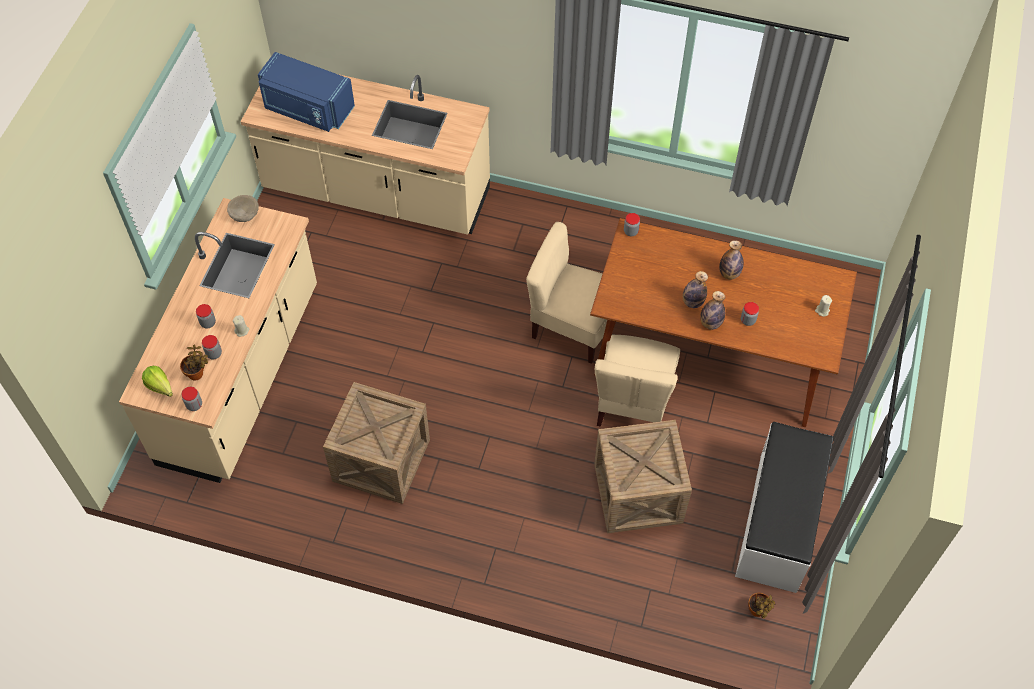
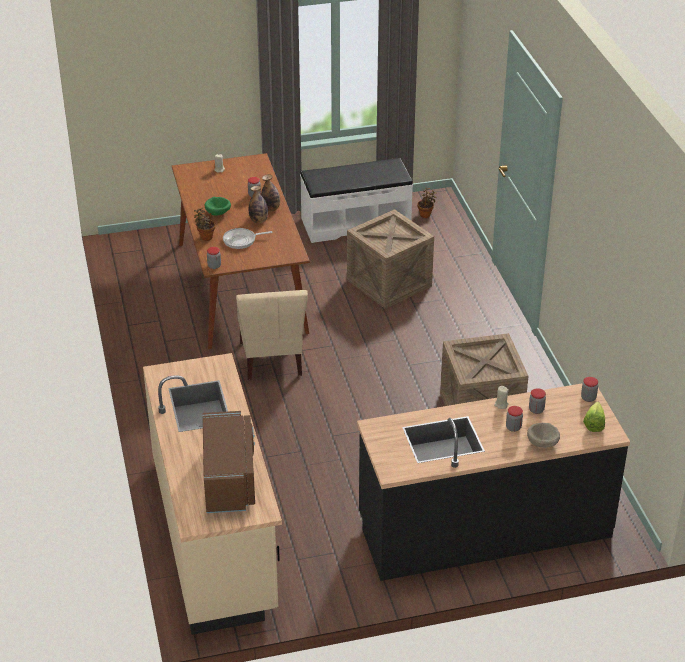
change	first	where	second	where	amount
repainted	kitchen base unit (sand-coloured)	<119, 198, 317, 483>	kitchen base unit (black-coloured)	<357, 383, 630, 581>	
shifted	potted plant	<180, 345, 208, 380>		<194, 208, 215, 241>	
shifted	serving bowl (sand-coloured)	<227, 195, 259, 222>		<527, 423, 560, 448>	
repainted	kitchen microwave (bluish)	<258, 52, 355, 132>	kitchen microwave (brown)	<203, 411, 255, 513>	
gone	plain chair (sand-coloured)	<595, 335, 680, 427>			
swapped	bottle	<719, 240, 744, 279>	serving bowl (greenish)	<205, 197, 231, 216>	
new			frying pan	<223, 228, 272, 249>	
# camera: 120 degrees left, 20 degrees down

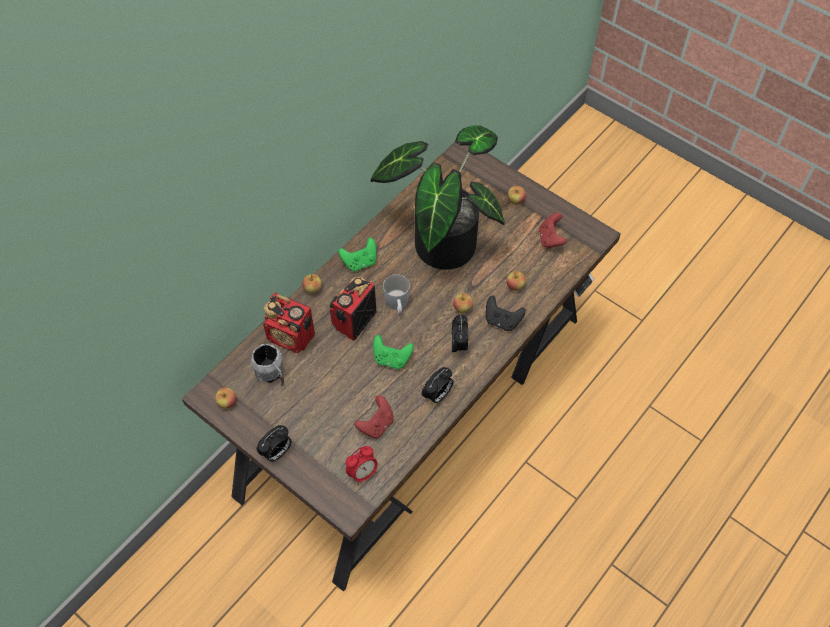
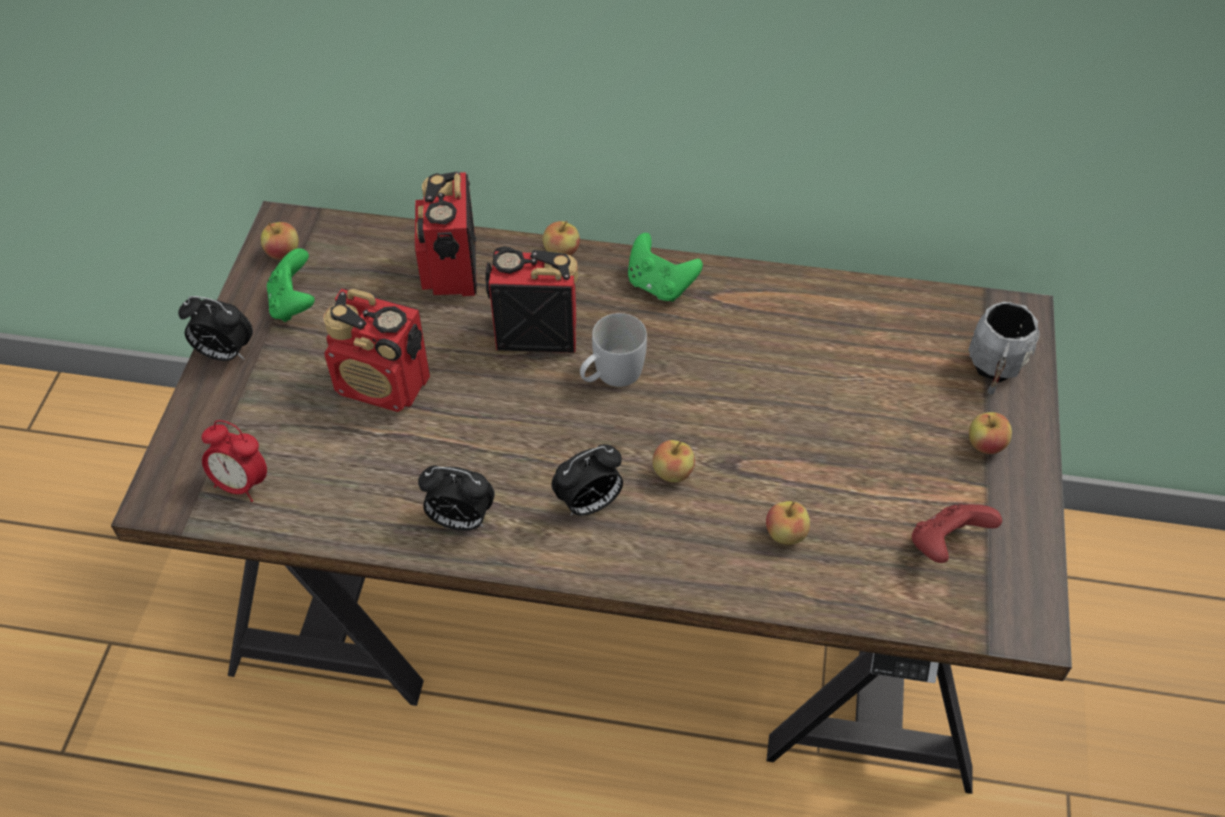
change	first	where	second	where	amount
shifted	coffee mug (greyish)	<251, 344, 284, 386>		<968, 301, 1040, 395>	
gone	gamepad (reddish)	<354, 395, 394, 438>			
gone	potted plant	<371, 125, 505, 270>			
shifted	gamepad (greenish)	<373, 335, 414, 369>		<267, 248, 315, 322>	
gone	gamepad (black-coloured)	<486, 296, 526, 331>			
new			radio	<324, 289, 430, 412>	
# camera: 60 degrees right, 5 degrees down

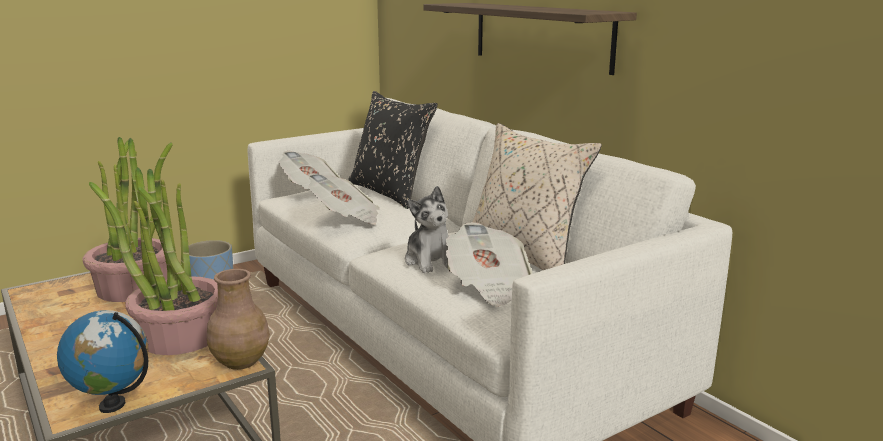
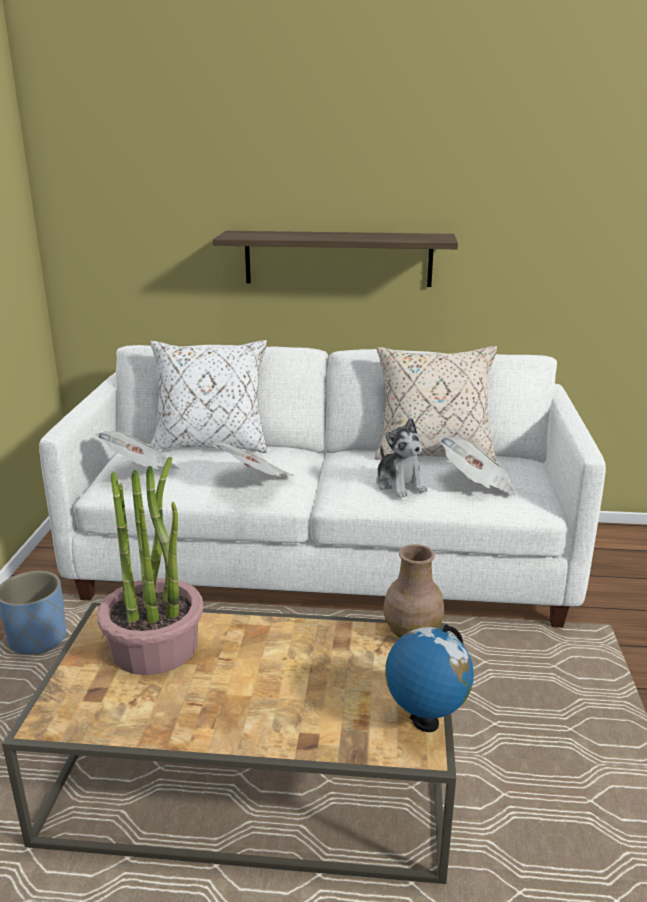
change	first	where	second	where	amount
gone	potted plant	<89, 167, 218, 355>			
repainted	cushion (black-coloured)	<348, 91, 438, 209>	cushion (whitish)	<150, 340, 267, 453>	
rotated	cuddly toy	<405, 186, 448, 273>		<376, 418, 428, 498>	45 degrees clockwise
# camera: 50 degrees left, 5 degrees up

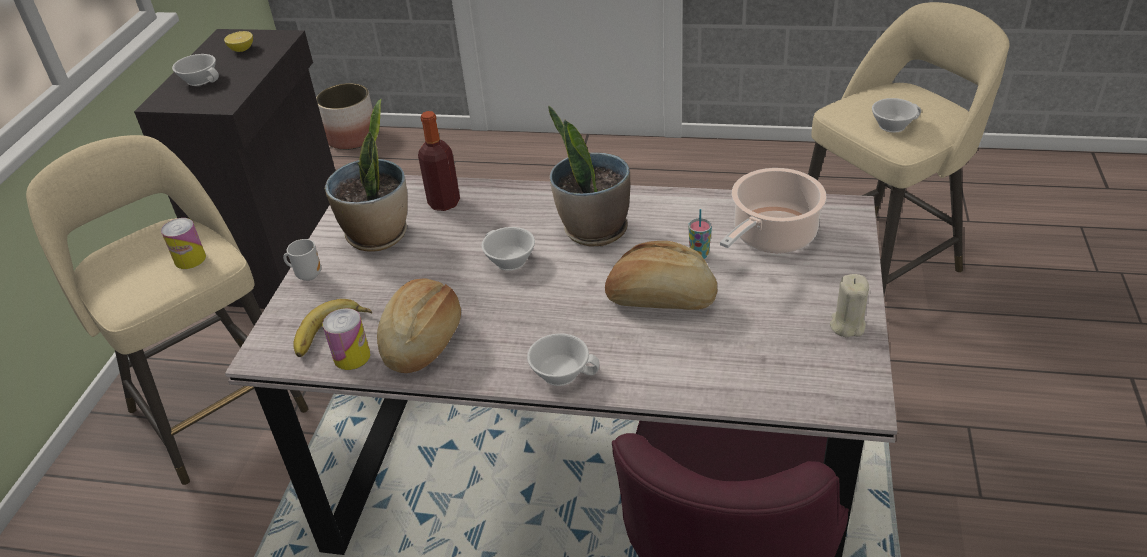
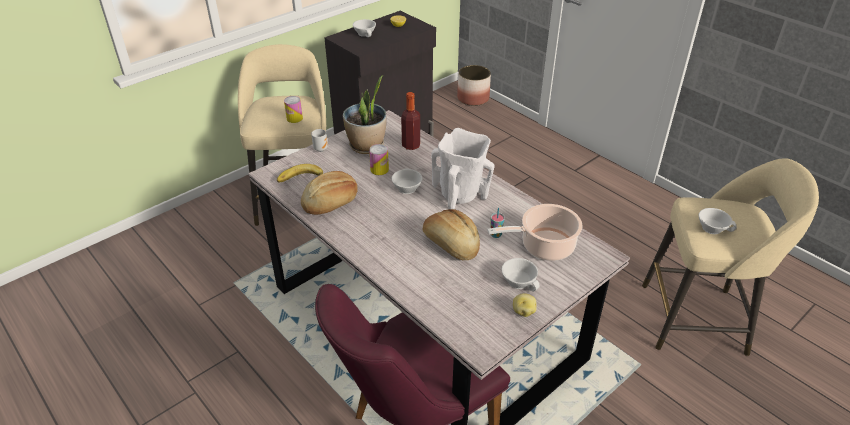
change	first	where	second	where	amount
shifted	metal can	<323, 308, 370, 370>		<369, 144, 389, 175>	
shifted	drinking cup (whitish)	<527, 333, 599, 386>		<502, 258, 540, 292>	
swapped	potted plant	<548, 106, 630, 247>	flower vase (whitish)	<431, 128, 495, 209>	
swapped	wax candle (sand-coloured)	<830, 274, 869, 337>	spud	<513, 293, 537, 317>	
# camera: 35 degrees right, 0 degrees up

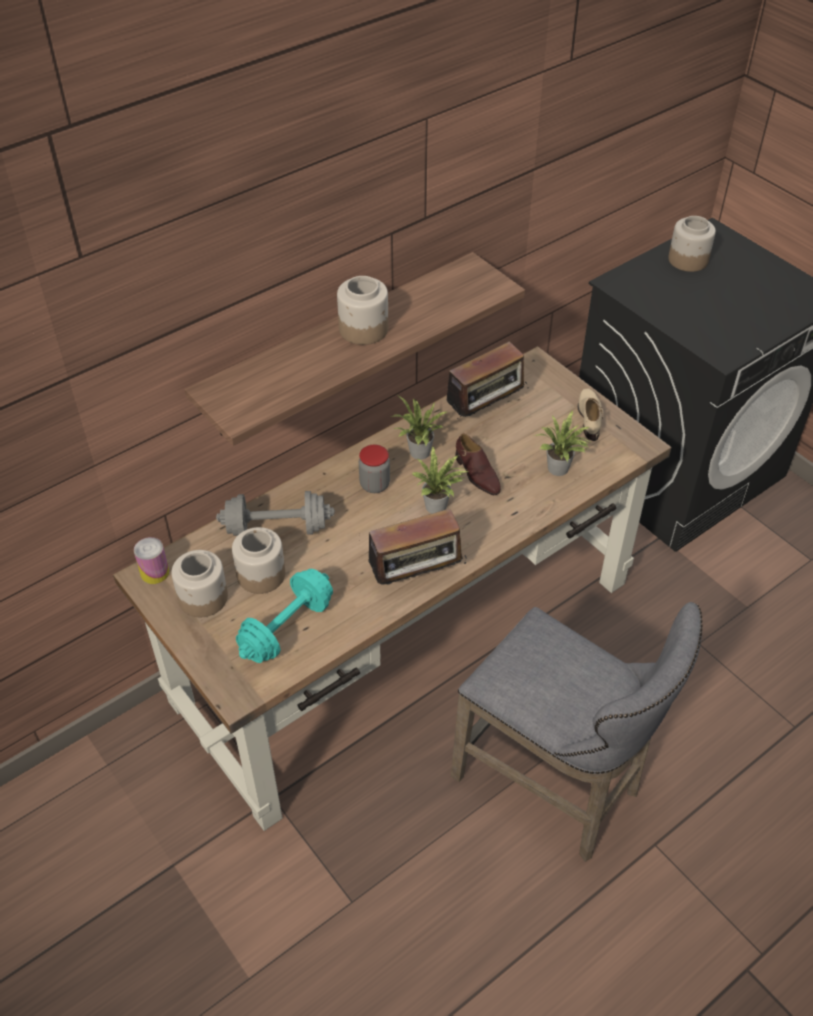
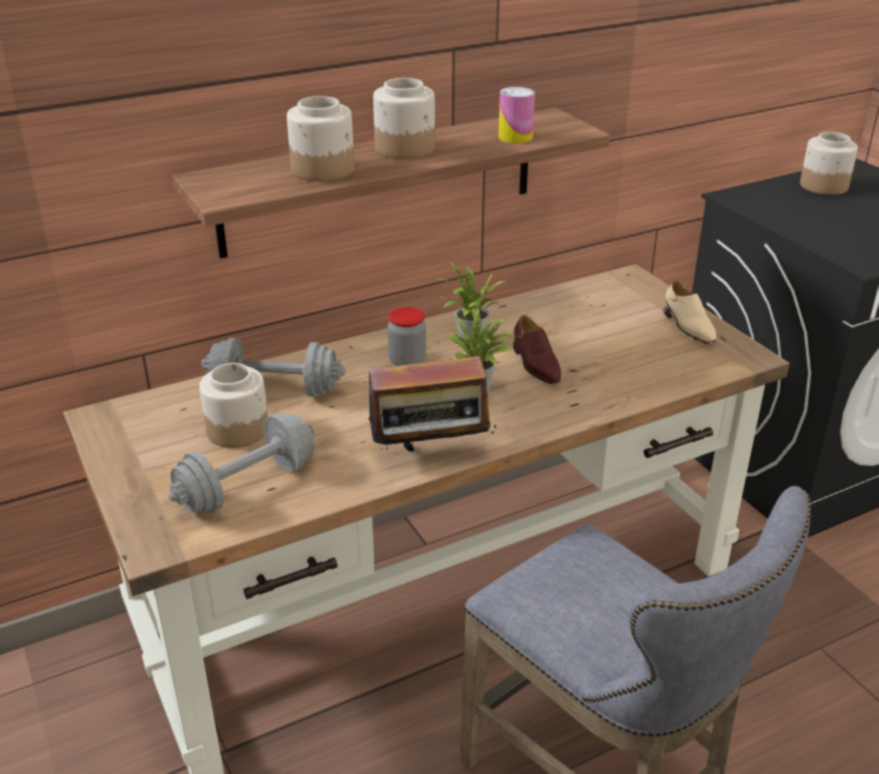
change	first	where	second	where	amount
shifted	metal can	<134, 537, 169, 584>		<499, 87, 535, 143>	
shifted	preserve jar	<171, 550, 228, 617>		<287, 96, 354, 181>	
repainted	dumbbell (blue-green)	<236, 569, 333, 663>	dumbbell (greyish)	<168, 413, 314, 513>	
gone	radio	<446, 341, 528, 419>			
gone	potted plant	<535, 411, 594, 476>			
rotated	item of footwear (sand-coloured)	<578, 388, 604, 441>		<664, 281, 716, 344>	150 degrees clockwise
# camera: 10 degrees right, 15 degrees down

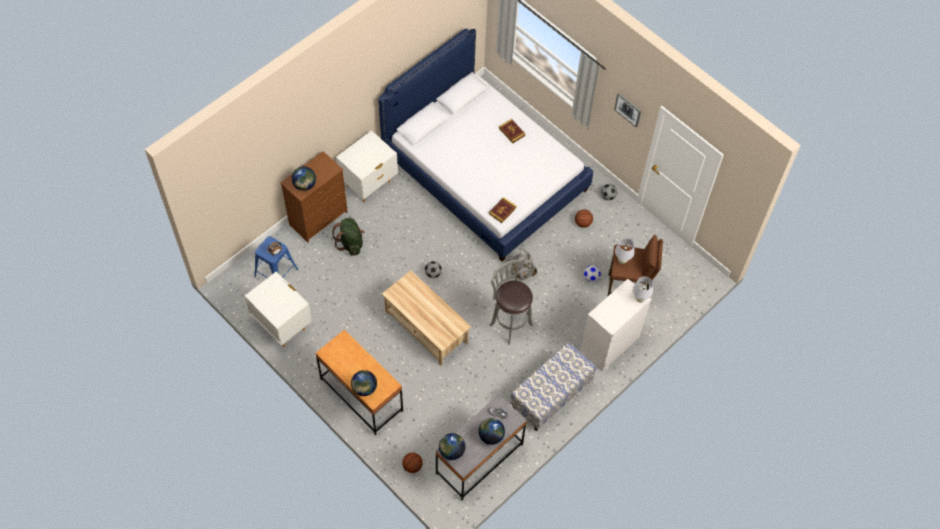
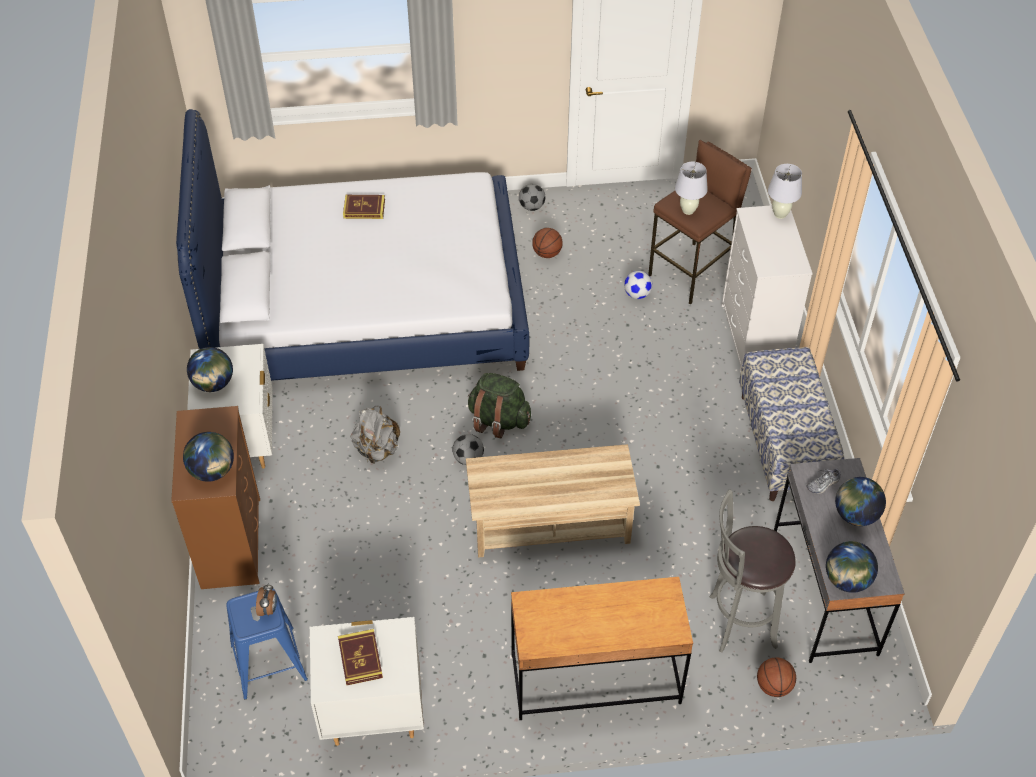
change	first	where	second	where	amount
shifted	knapsack (greenish)	<332, 218, 365, 256>		<467, 373, 531, 439>	
shifted	desk globe	<351, 370, 377, 396>		<187, 347, 233, 392>	
shifted	bound book	<489, 197, 517, 223>		<338, 629, 383, 686>	
shifted	sitting stool (greyish)	<489, 259, 533, 345>		<709, 489, 796, 653>	
shifted	knapsack (greyish)	<510, 251, 537, 280>		<350, 405, 400, 464>	
gone	wall art	<614, 93, 641, 128>			
# camera: 50 degrees left, 10 degrees down

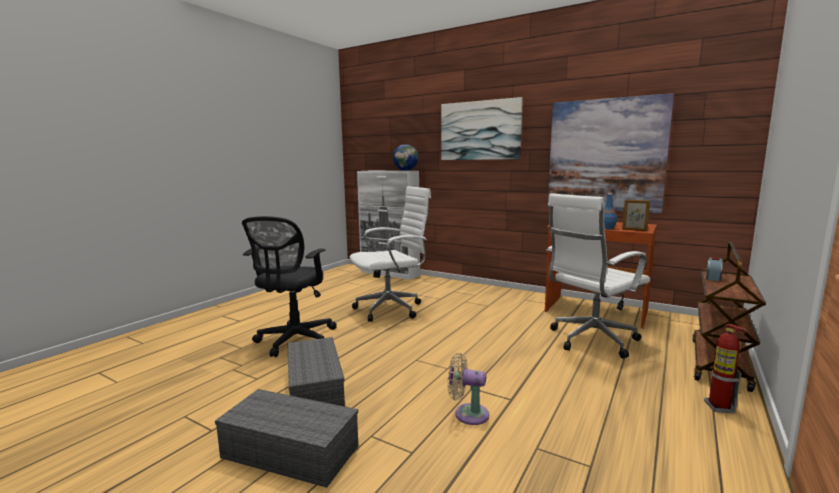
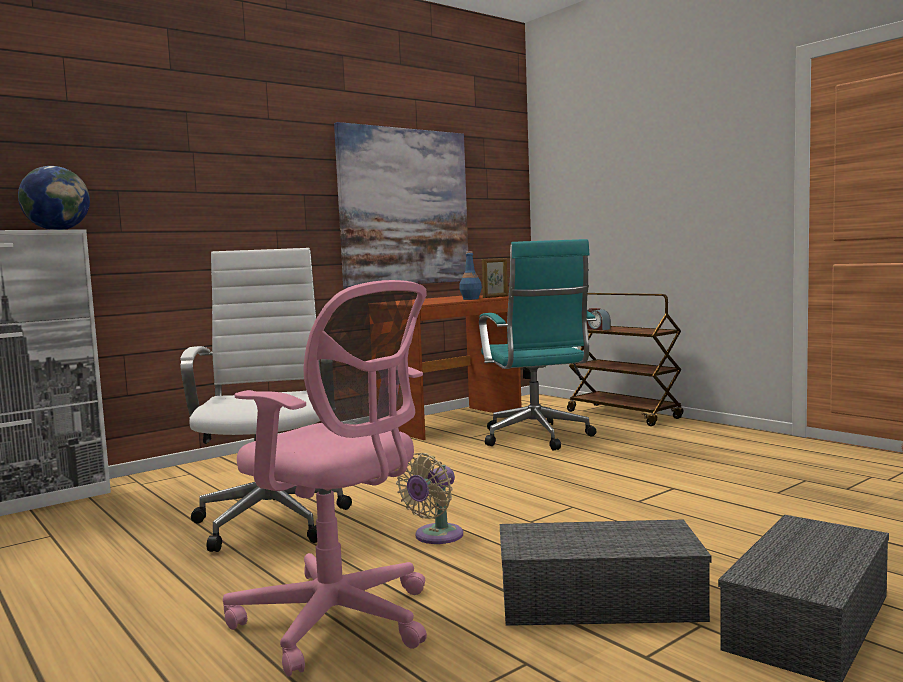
change	first	where	second	where	amount
repainted	desk chair (black-coloured)	<242, 216, 337, 357>	desk chair (pink-coloured)	<223, 280, 427, 677>	
gone	wall art	<441, 97, 523, 160>			
shifted	fan (sand-coloured)	<448, 353, 489, 425>		<396, 453, 463, 544>	
repainted	desk chair (whitish)	<546, 193, 650, 359>	desk chair (blue-green)	<479, 239, 596, 451>	
gone	fire-fighting cylinder	<704, 324, 746, 413>			
# camera: 70 degrees left, 5 degrees down

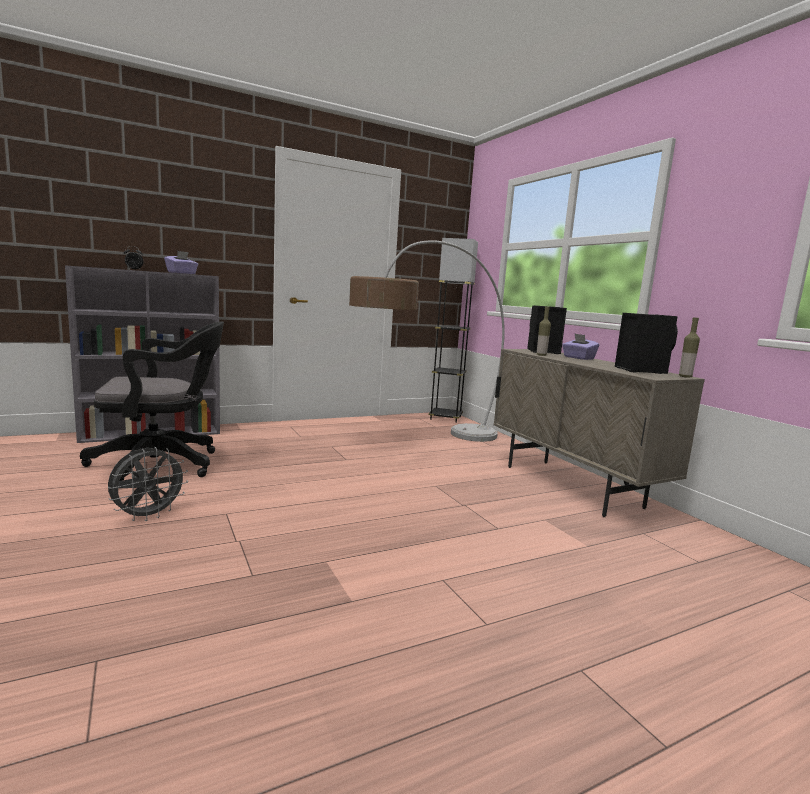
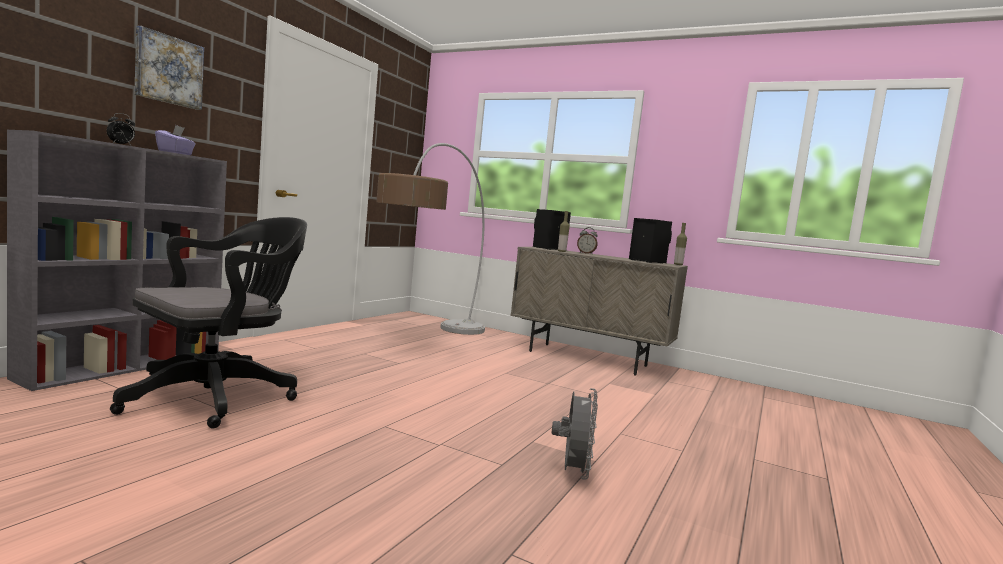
change	first	where	second	where	amount
shifted	fan (greyish)	<108, 447, 188, 521>		<551, 388, 598, 480>	
gone	standing lamp (greyish)	<429, 238, 478, 423>			
swapped	tissue holder (purple-coloured)	<562, 333, 599, 360>	alarm clock	<577, 227, 598, 254>	
new			wall art	<134, 26, 204, 110>	
# camera: 35 degrees left, 5 degrees down

